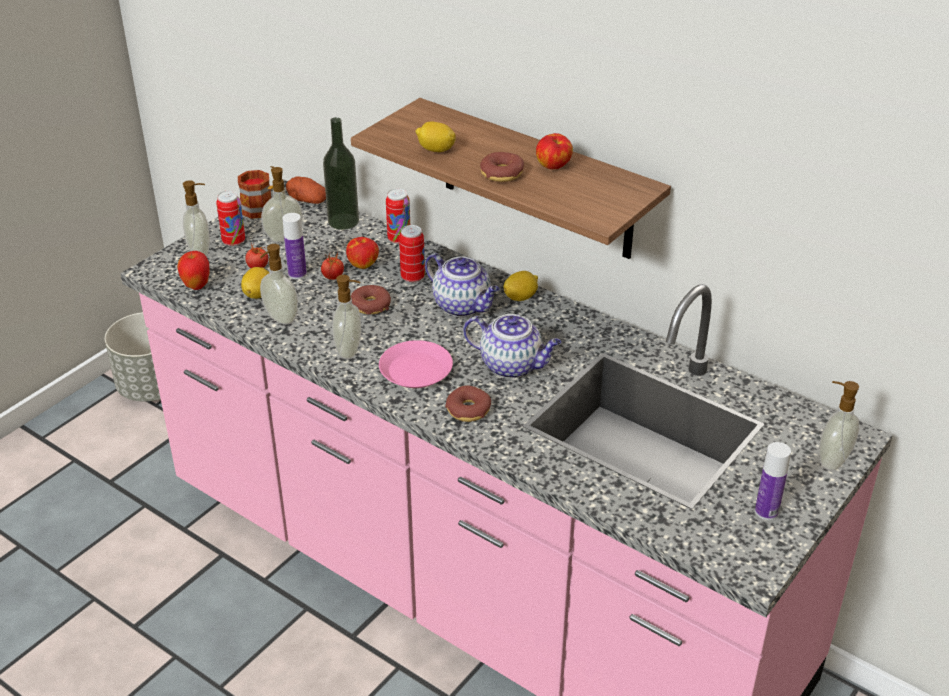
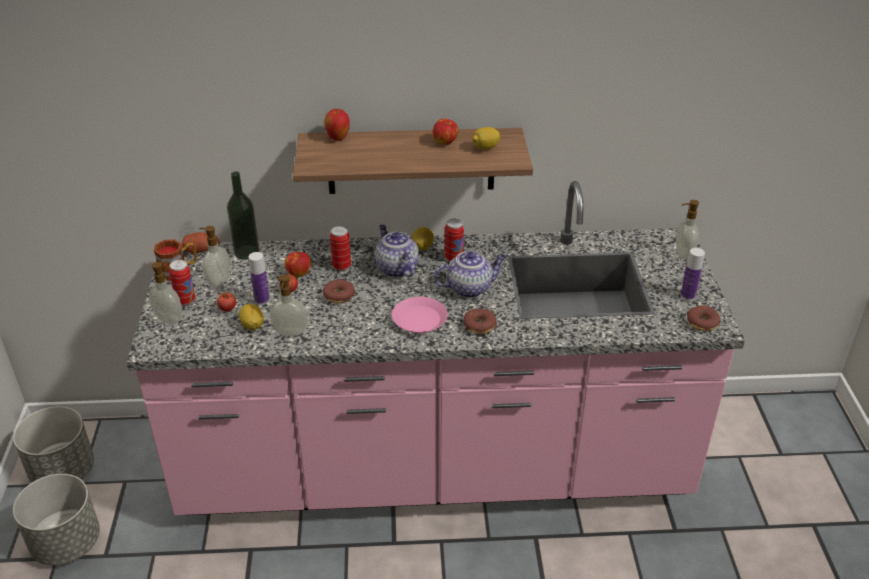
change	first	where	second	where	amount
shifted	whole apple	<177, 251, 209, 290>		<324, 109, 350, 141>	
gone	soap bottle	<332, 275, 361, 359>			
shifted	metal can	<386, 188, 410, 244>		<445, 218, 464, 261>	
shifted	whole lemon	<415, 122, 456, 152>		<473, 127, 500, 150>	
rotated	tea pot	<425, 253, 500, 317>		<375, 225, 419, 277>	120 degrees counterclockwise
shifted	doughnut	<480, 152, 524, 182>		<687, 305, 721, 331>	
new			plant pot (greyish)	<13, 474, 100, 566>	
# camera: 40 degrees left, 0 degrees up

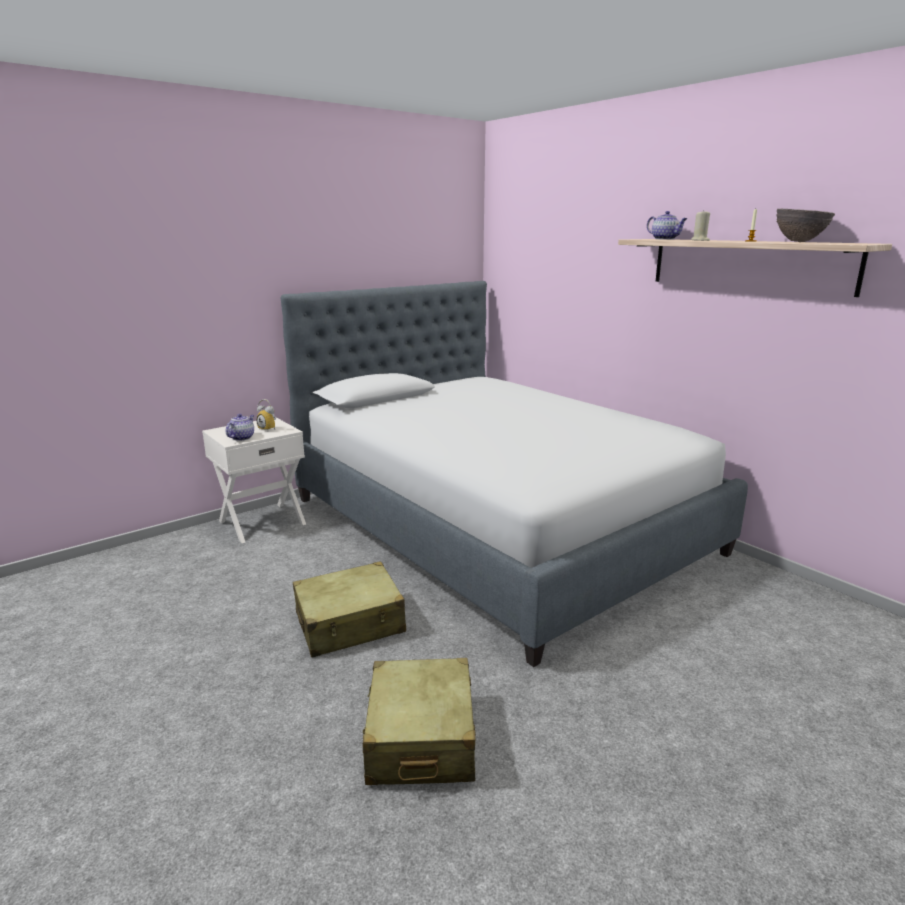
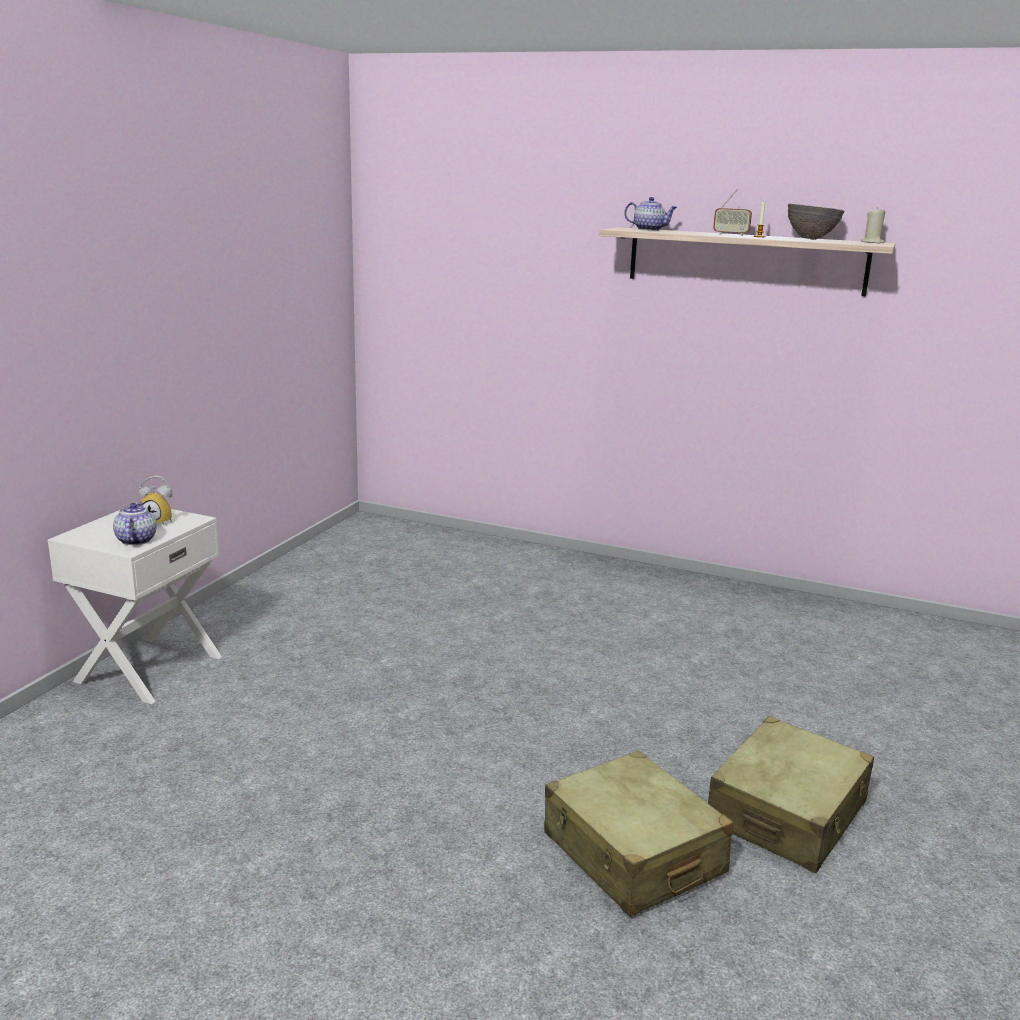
change	first	where	second	where	amount
gone	sleeping bed	<280, 281, 748, 667>			
shifted	piece of luggage (sand-coloured)	<293, 561, 406, 658>		<708, 716, 874, 873>	
shifted	wax candle (sand-coloured)	<691, 210, 710, 241>		<861, 207, 885, 243>	
new			radio	<713, 190, 752, 236>	
# camera: 30 degrees left, 0 degrees up

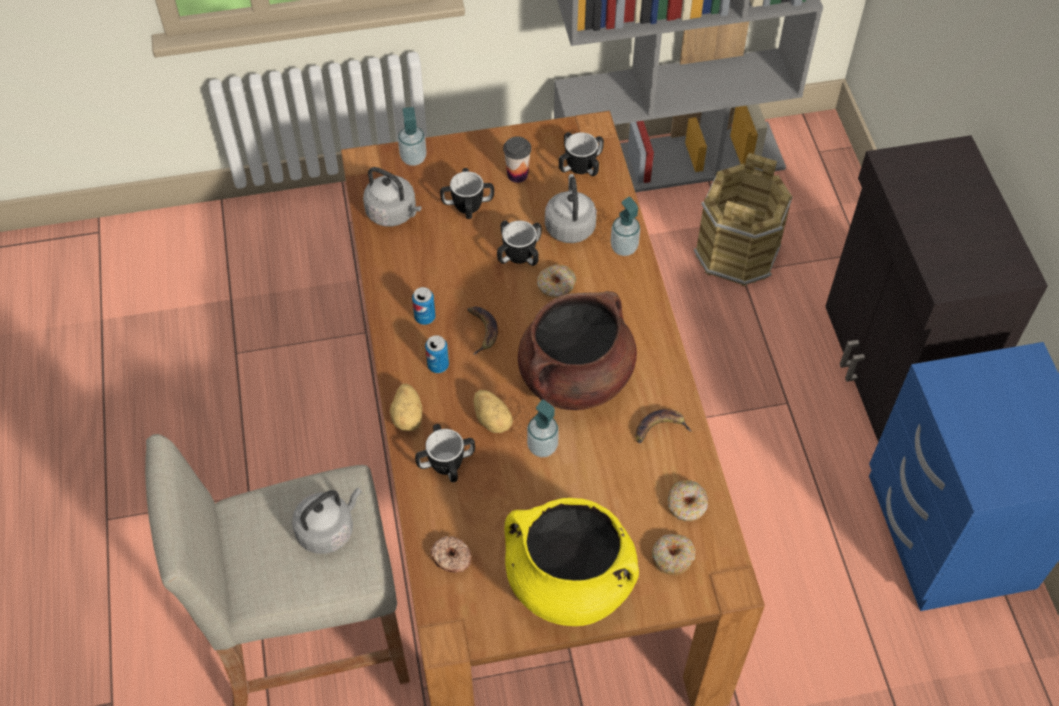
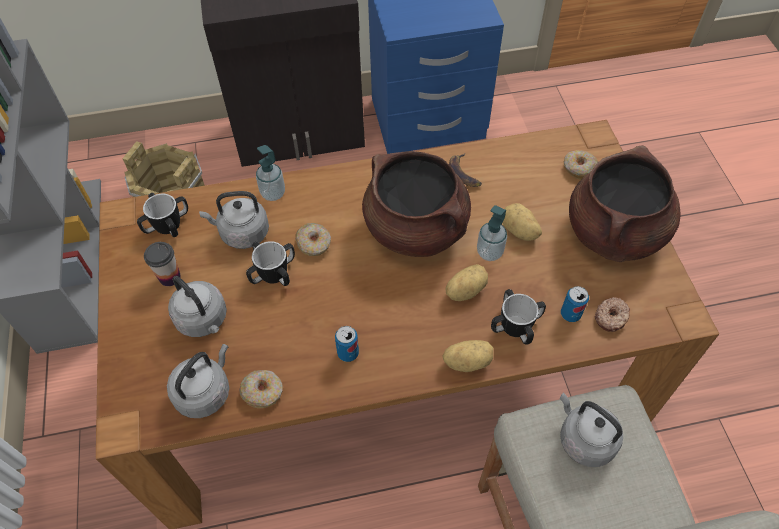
change	first	where	second	where	amount
gone	soap bottle	<398, 107, 427, 166>			
shifted	metal can	<425, 335, 449, 373>		<561, 286, 589, 322>	
swapped	coffee mug	<440, 168, 494, 219>	kettle (greyish)	<168, 276, 227, 337>	
gone	banana fruit	<468, 306, 498, 355>			
repainted	cooking pot (yellow-coloured)	<504, 498, 639, 626>	cooking pot (brown)	<569, 145, 681, 262>	
shifted	doughnut	<668, 480, 708, 521>		<239, 370, 283, 408>	
new			spud	<503, 203, 542, 241>	
# camera: 90 degrees left, 0 degrees up

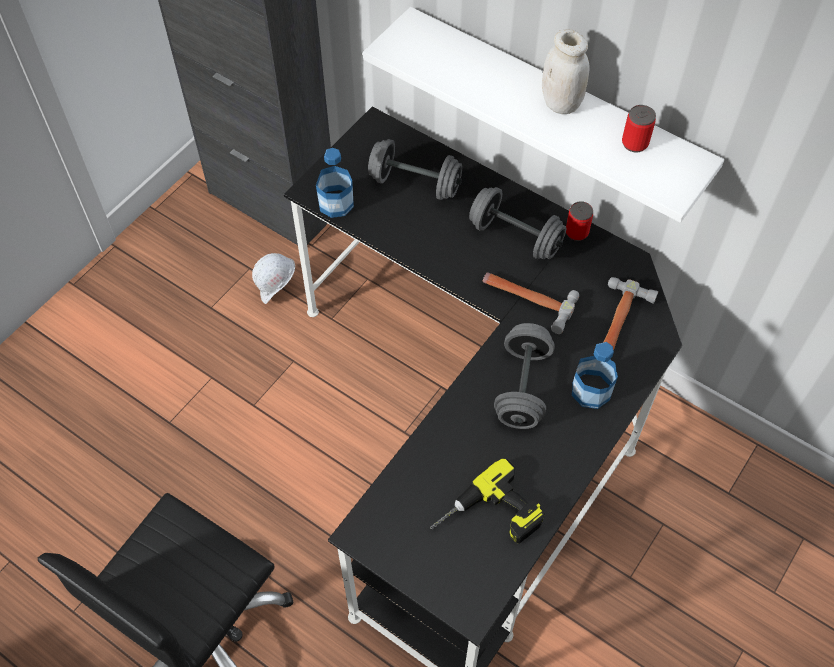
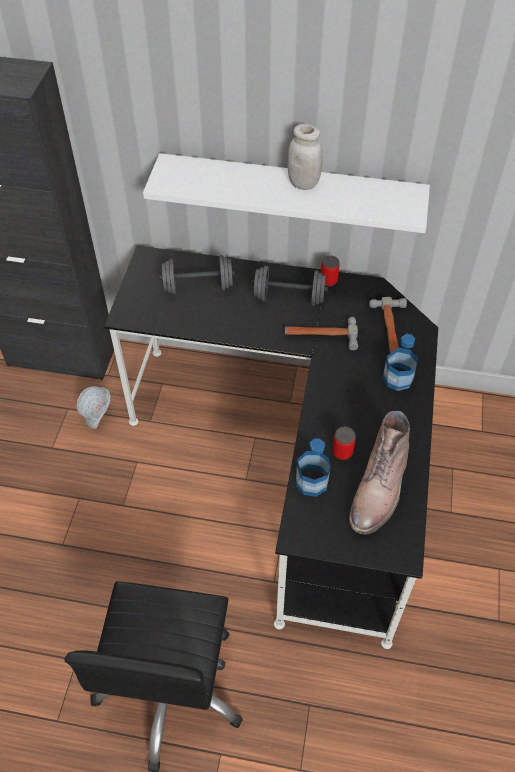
change	first	where	second	where	amount
shifted	bottle	<316, 148, 354, 218>		<296, 439, 331, 497>	
swapped	drill	<430, 458, 545, 544>	tall boot (brown)	<349, 411, 410, 534>	
gone	dumbbell (greyish)	<494, 323, 555, 429>			
shifted	metal can	<622, 105, 656, 152>		<332, 427, 356, 460>	
# camera: 25 degrees left, 5 degrees down

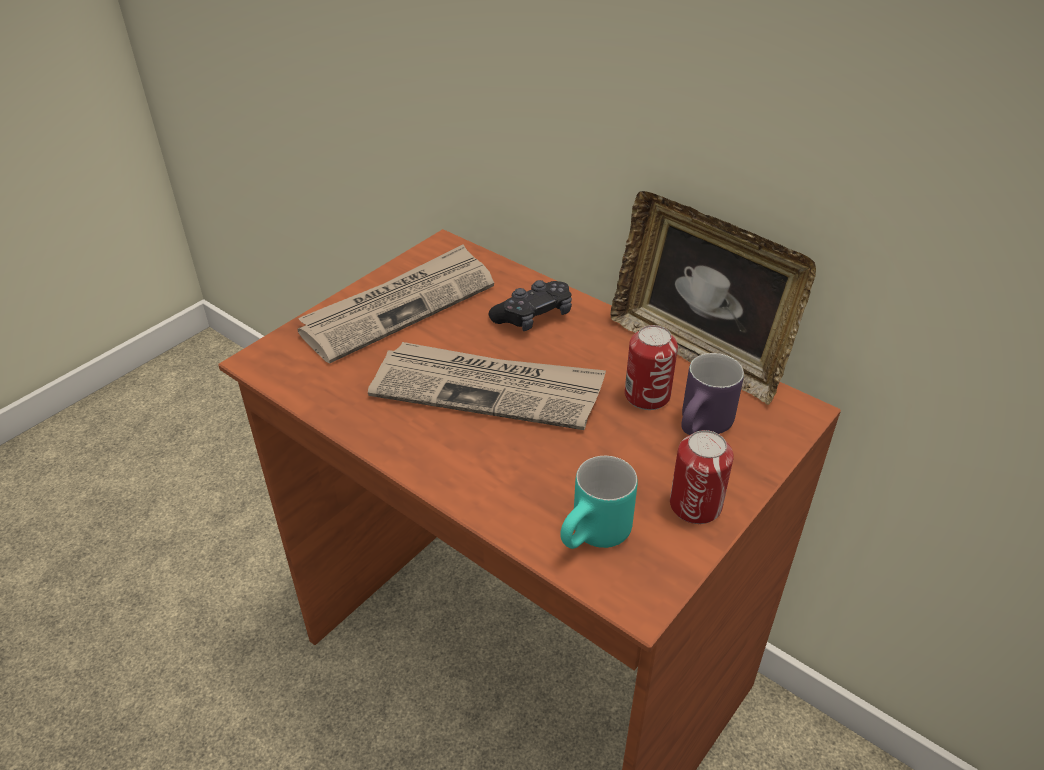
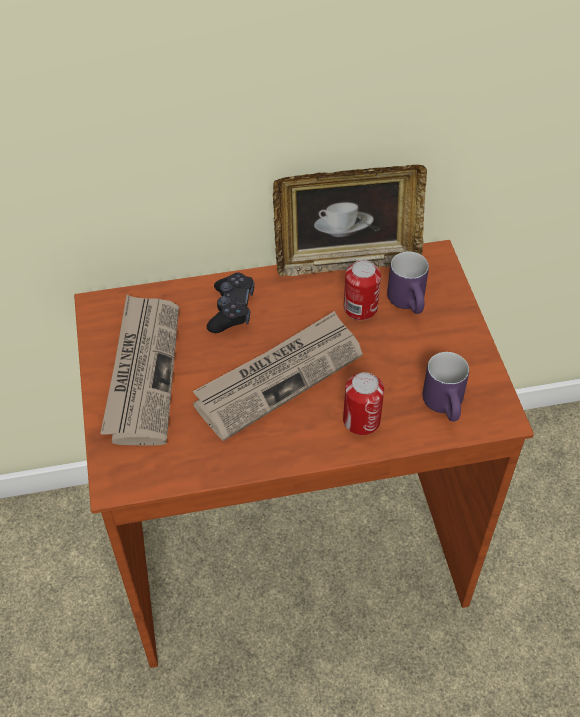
change	first	where	second	where	amount
repainted	coffee mug (blue-green)	<560, 456, 638, 549>	coffee mug (purple-coloured)	<423, 352, 469, 421>	
shifted	metal can	<670, 430, 734, 524>		<343, 372, 384, 435>	
# camera: 50 degrees left, 10 degrees up

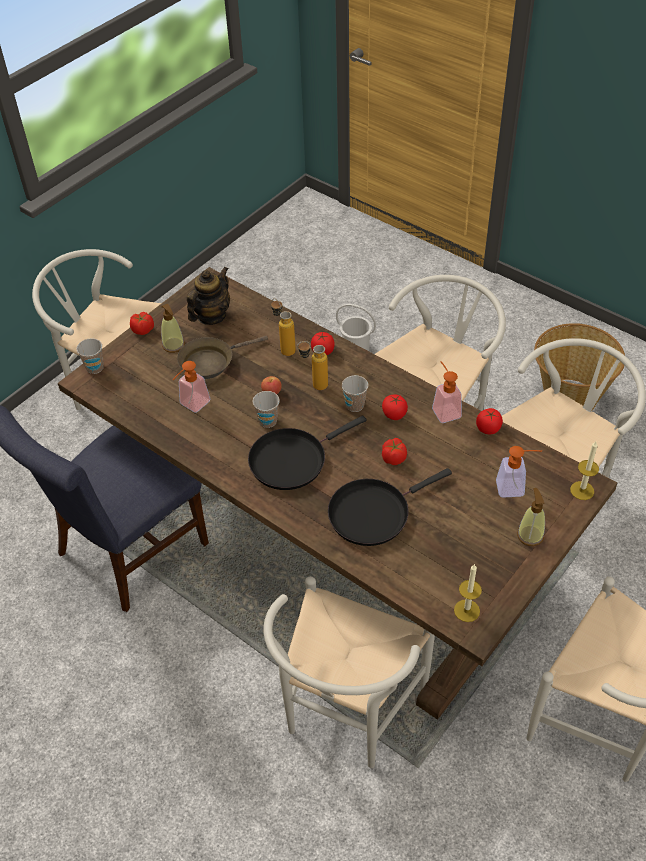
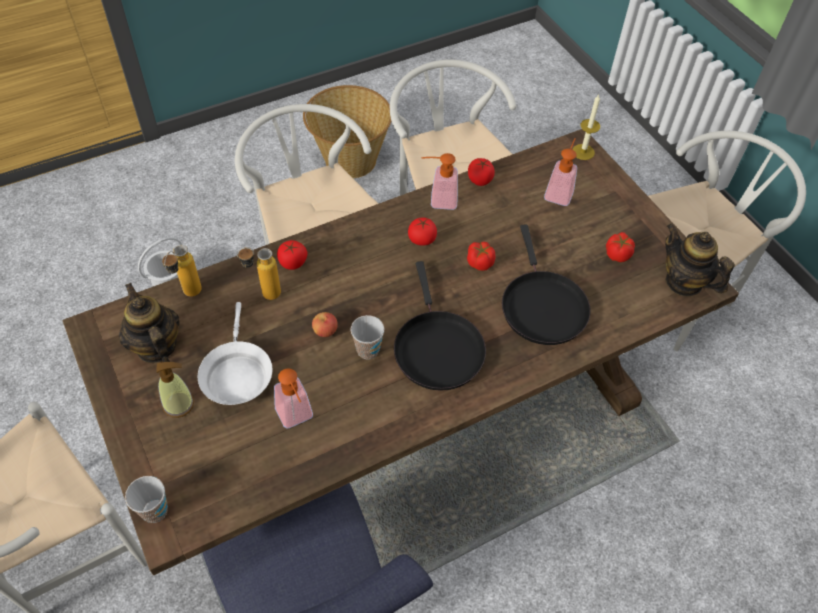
change	first	where	second	where	amount
shifted	fresh tomato	<130, 312, 154, 335>		<606, 232, 635, 262>	
repainted	frying pan (brown)	<177, 336, 268, 379>	frying pan (whitish)	<198, 302, 272, 405>	
gone	plain chair (whitish)	<264, 576, 435, 768>			
shifted	bottle	<297, 341, 328, 390>		<162, 245, 202, 297>	
gone	drinking cup	<342, 375, 368, 412>			
swapped	wax candle	<454, 564, 482, 622>	tea pot	<665, 223, 735, 297>	
gone	soap bottle	<517, 488, 545, 546>			
# camera: 70 degrees left, 5 degrees up

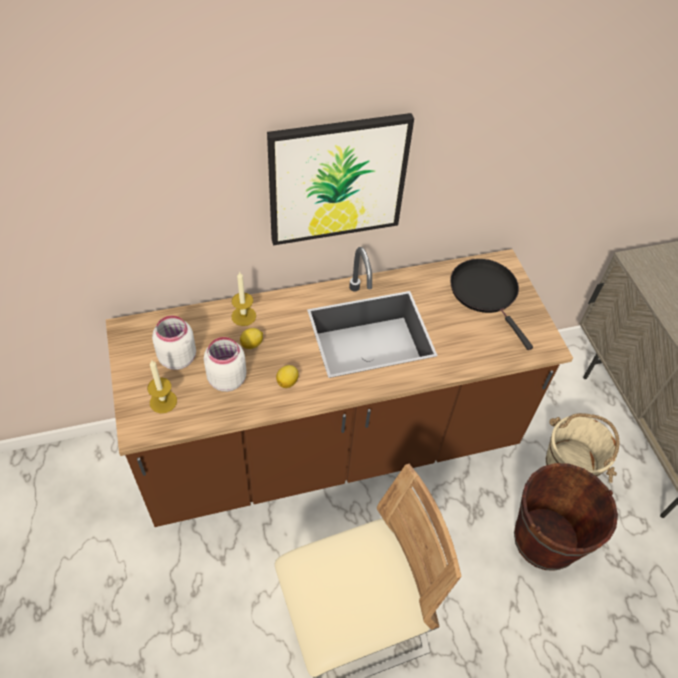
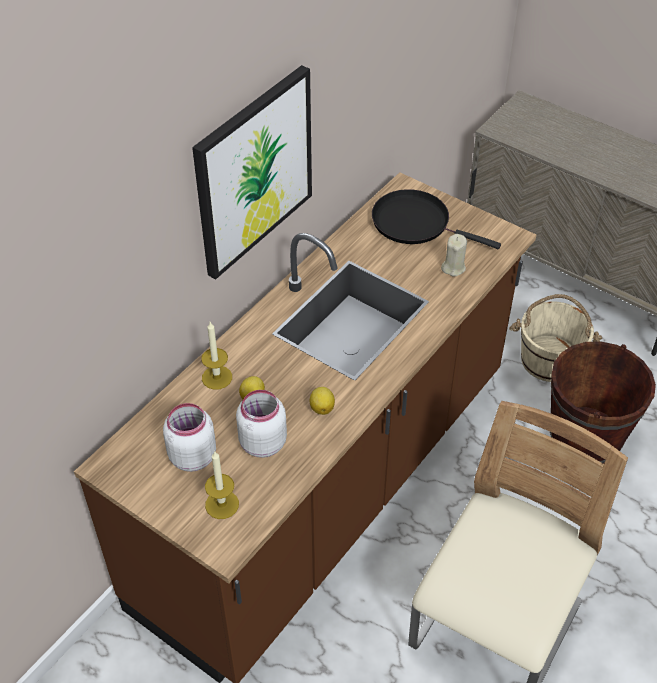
change	first	where	second	where	amount
new			wax candle (sand-coloured)	<441, 234, 467, 276>	
# camera: 35 degrees left, 5 degrees down

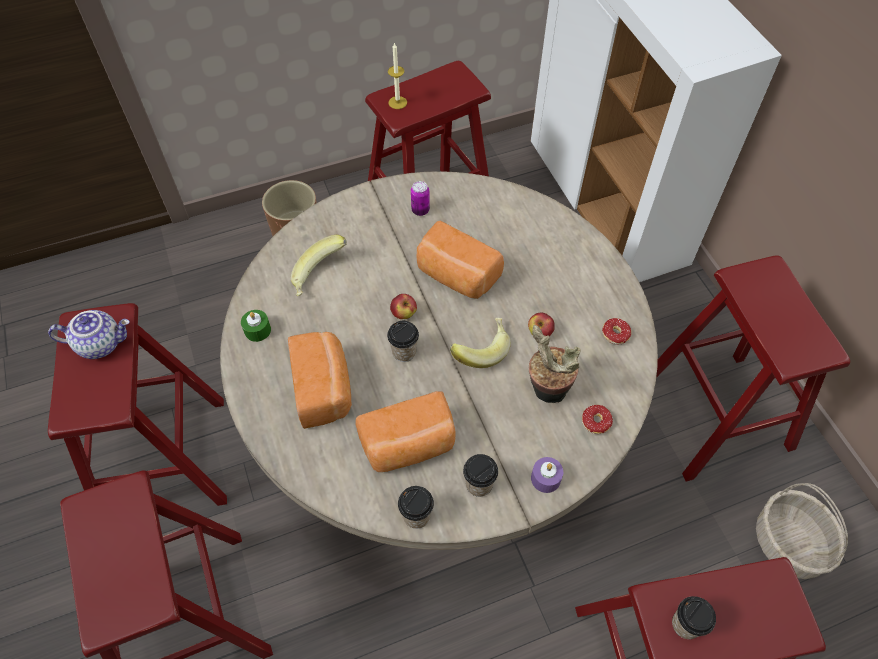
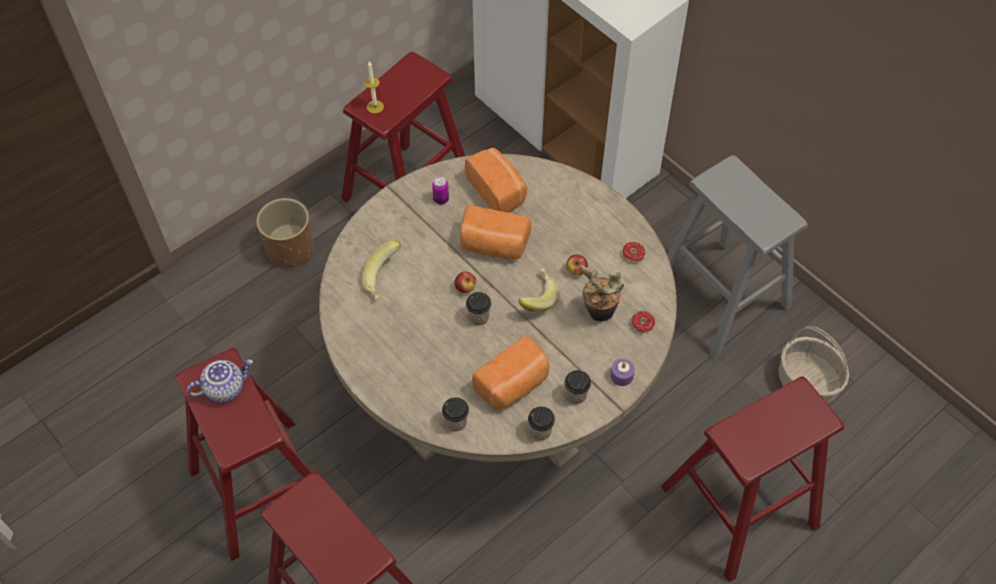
change	first	where	second	where	amount
gone	wax candle (greenish)	<241, 310, 271, 342>			
shifted	baked bread	<288, 332, 352, 429>		<465, 148, 527, 213>	
repainted	sitting stool (reddish)	<656, 255, 850, 482>	sitting stool (greyish)	<667, 155, 808, 360>	
shifted	drinking cup	<672, 596, 716, 639>		<442, 397, 469, 432>	
# camera: 20 degrees left, 0 degrees up

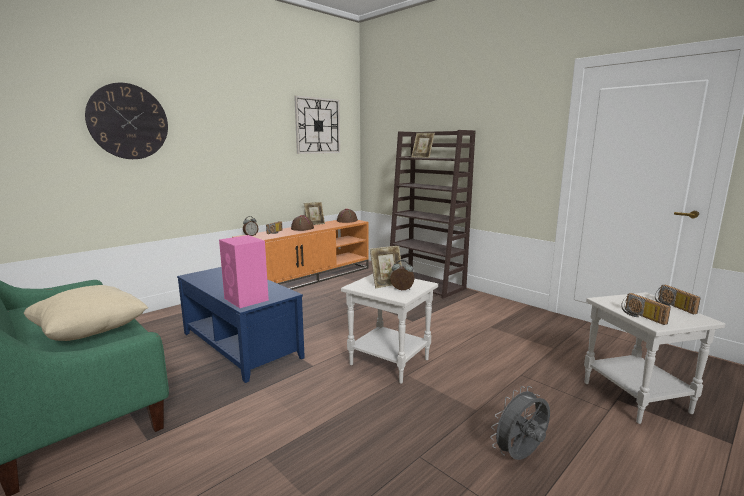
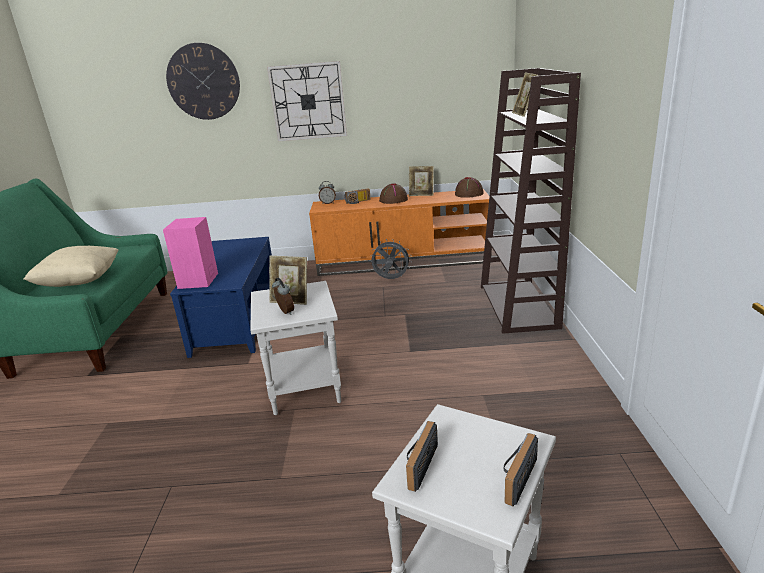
change	first	where	second	where	amount
shifted	hanging clock	<294, 96, 340, 154>		<267, 61, 347, 141>	
shifted	fan (greyish)	<490, 386, 550, 460>		<370, 239, 412, 279>	
# camera: 45 degrees right, 10 degrees up

